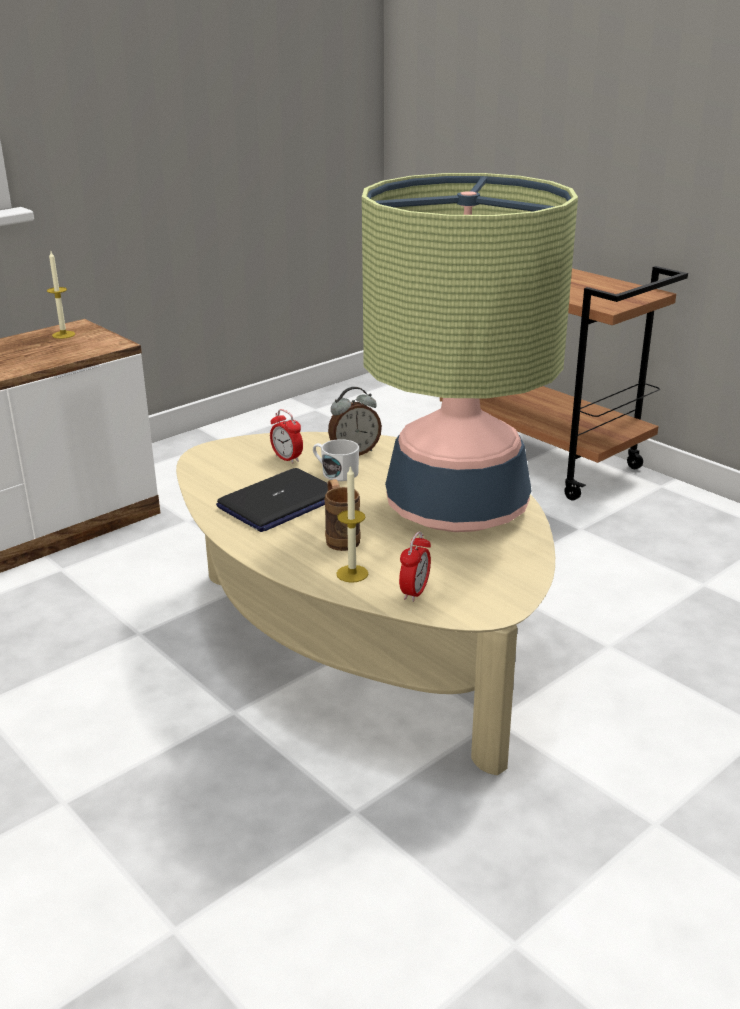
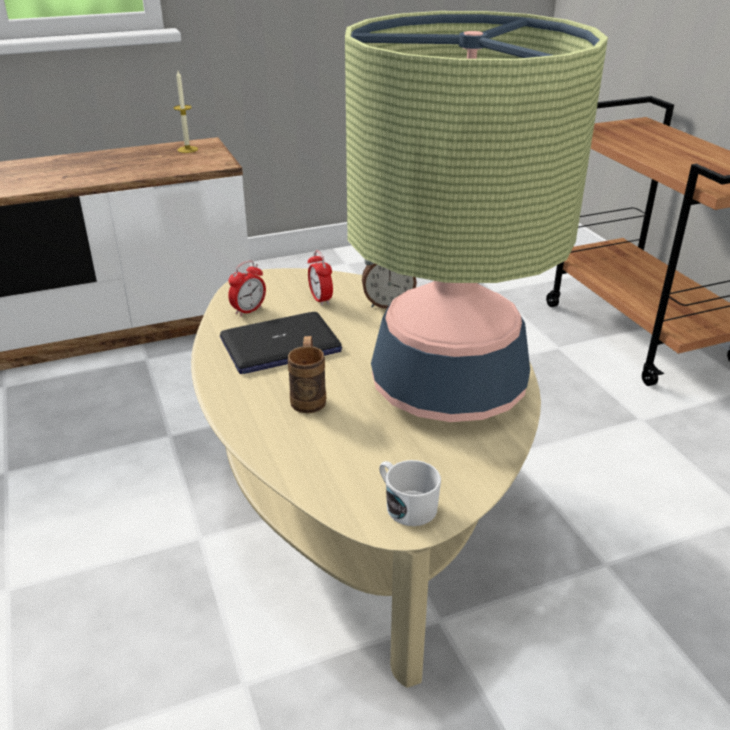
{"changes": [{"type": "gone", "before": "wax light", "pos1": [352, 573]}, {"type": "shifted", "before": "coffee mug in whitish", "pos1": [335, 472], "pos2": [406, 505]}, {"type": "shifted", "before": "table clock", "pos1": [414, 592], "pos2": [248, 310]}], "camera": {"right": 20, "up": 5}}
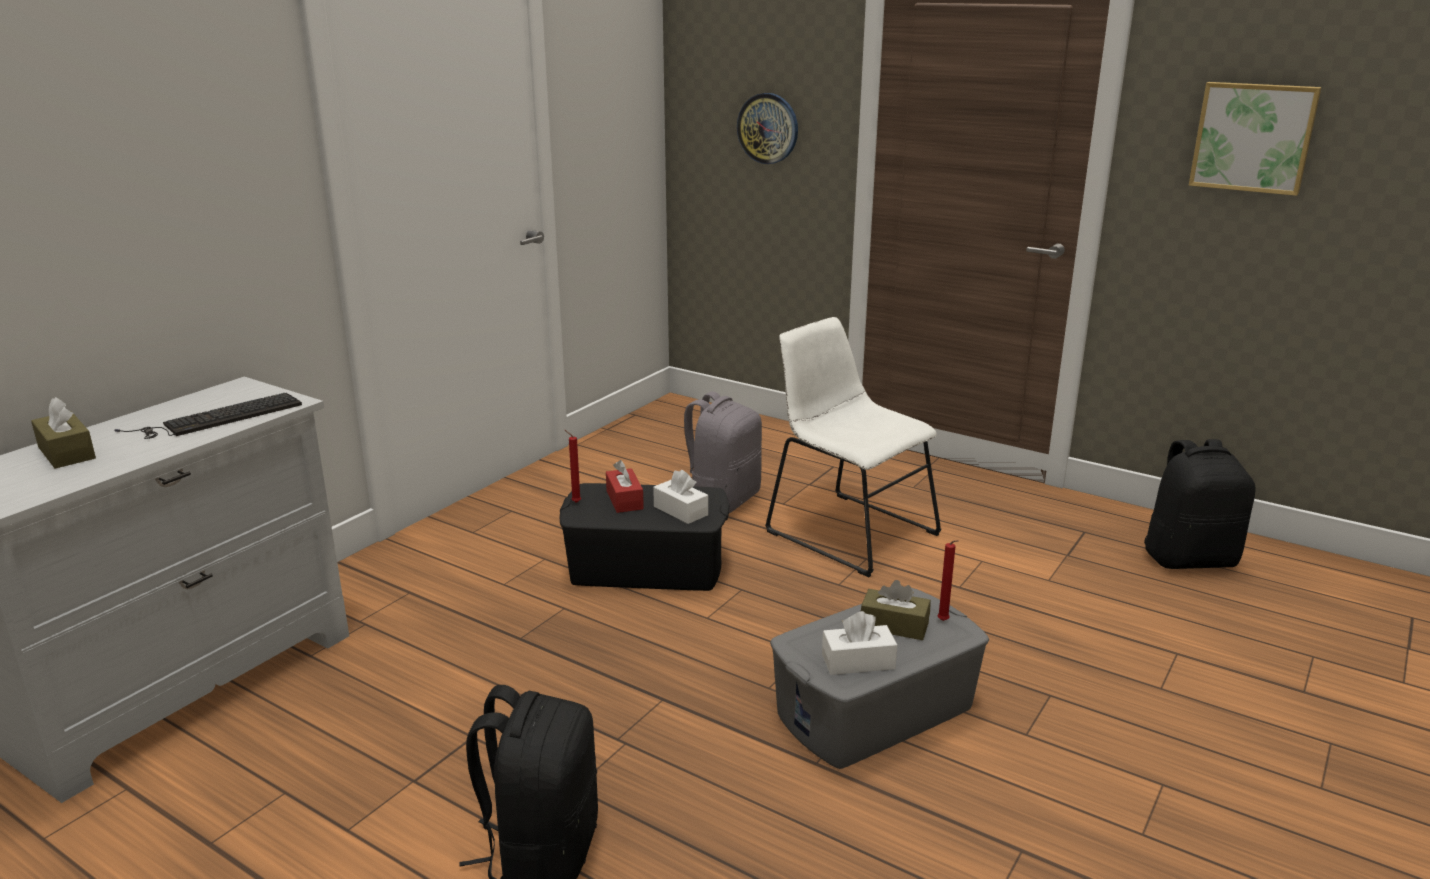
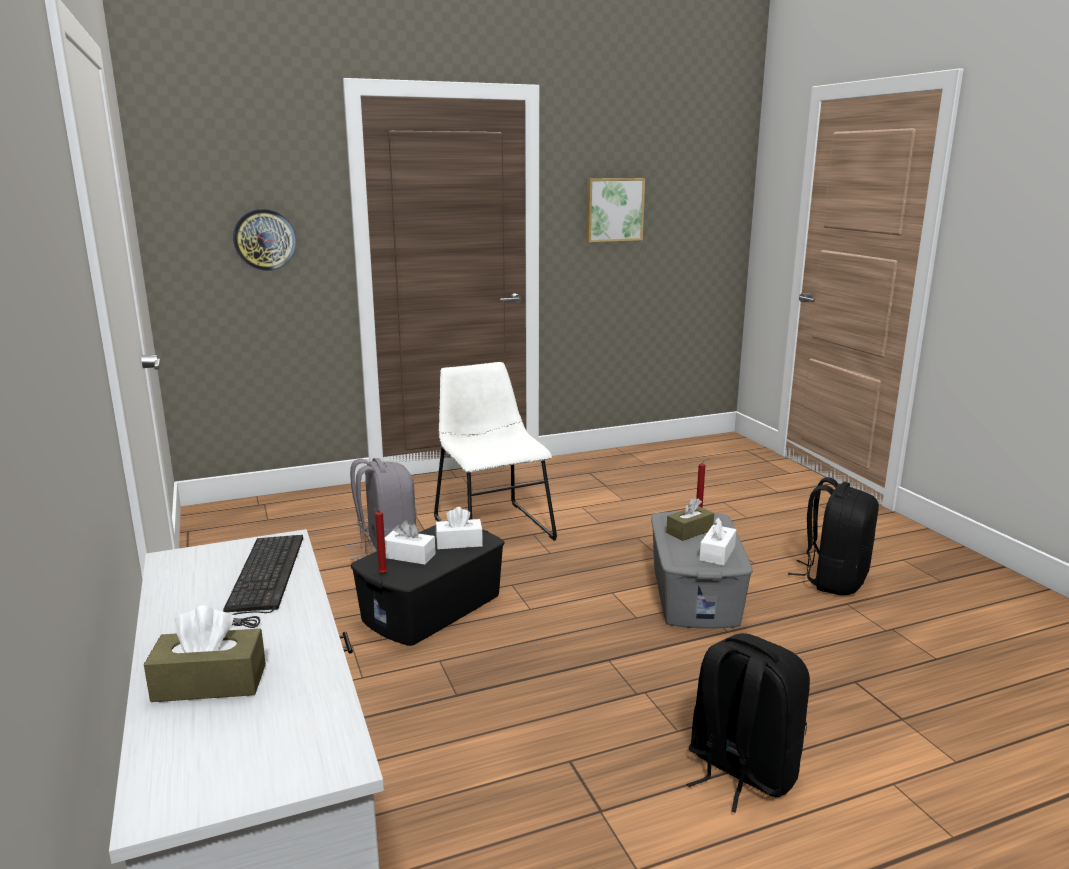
{"changes": [{"type": "shifted", "before": "backpack in blackish", "pos1": [1189, 559], "pos2": [833, 580]}, {"type": "repainted", "before": "tissue holder in red", "after": "tissue holder in whitish", "pos1": [624, 500], "pos2": [409, 556]}, {"type": "rotated", "before": "chair in whitish", "pos1": [846, 530], "pos2": [491, 526], "turn": 75}], "camera": {"right": -55, "up": -5}}
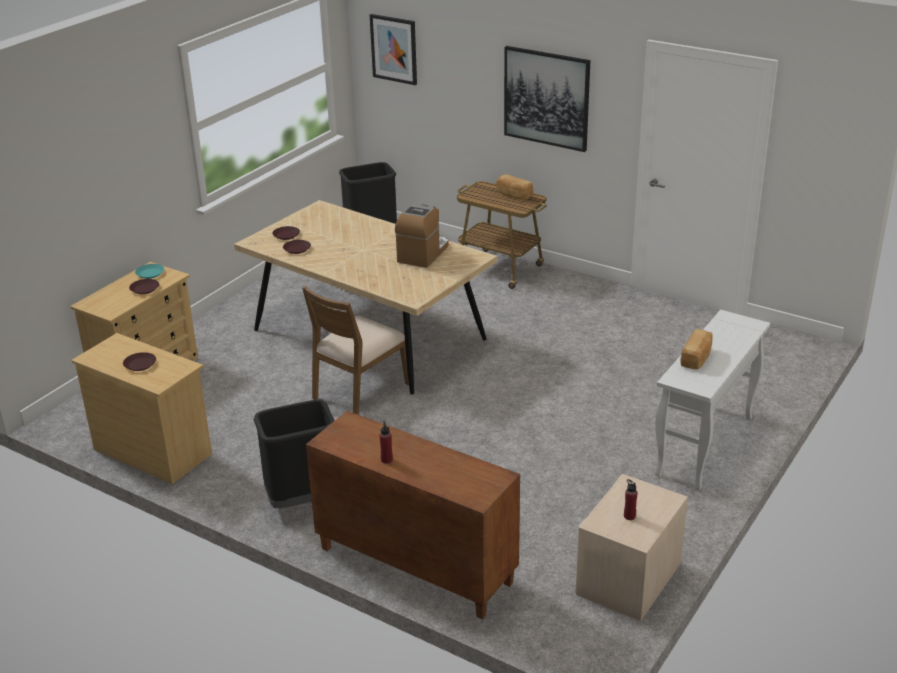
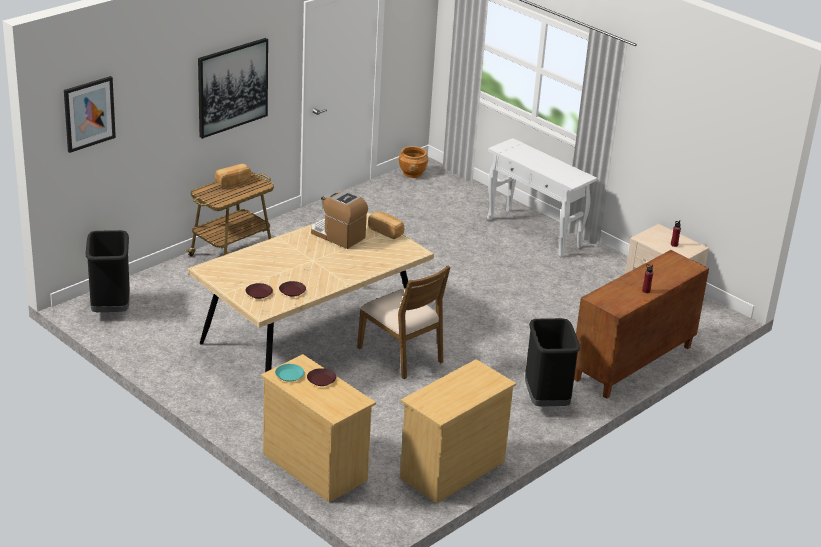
{"changes": [{"type": "gone", "before": "flat dish in brown-coloured", "pos1": [140, 364]}, {"type": "new", "after": "plant pot in brown-coloured", "pos2": [412, 173]}, {"type": "shifted", "before": "bread", "pos1": [697, 358], "pos2": [386, 231]}], "camera": {"right": -80, "up": 0}}
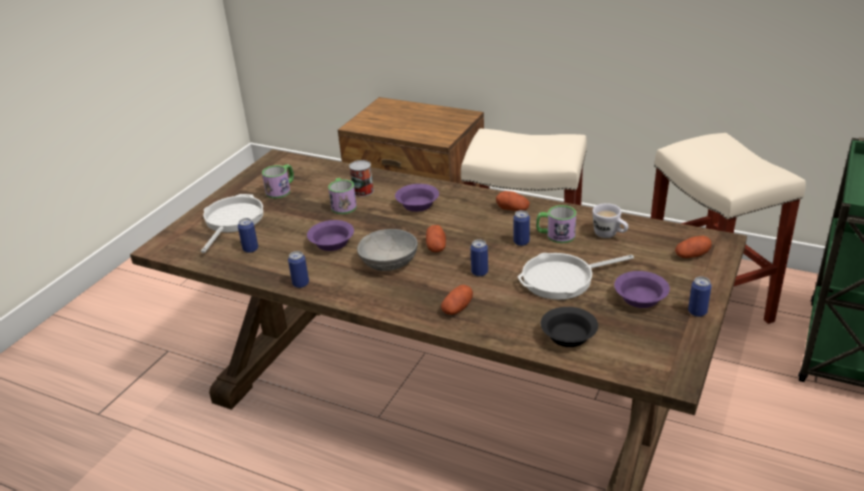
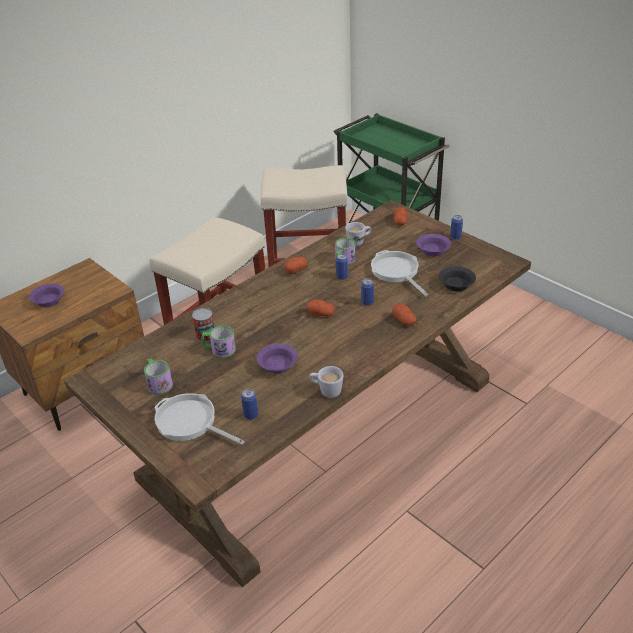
{"changes": [{"type": "gone", "before": "serving bowl in greyish", "pos1": [389, 263]}, {"type": "shifted", "before": "serving bowl in purple-coloured", "pos1": [417, 206], "pos2": [49, 301]}, {"type": "swapped", "before": "can", "after": "coffee mug in whitish", "pos1": [301, 284], "pos2": [326, 391]}, {"type": "rotated", "before": "pan", "pos1": [562, 279], "pos2": [396, 272], "turn": 150}], "camera": {"right": -70, "up": 5}}
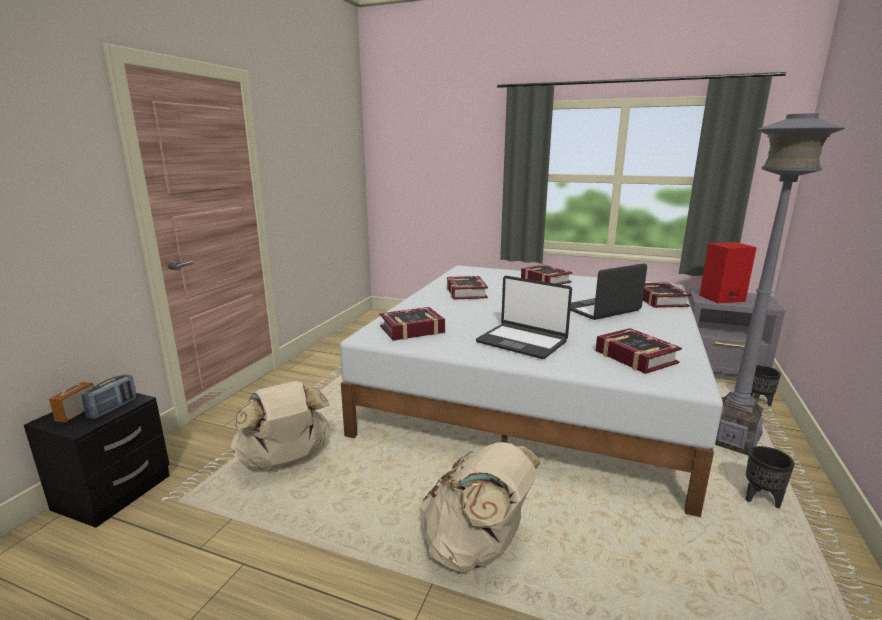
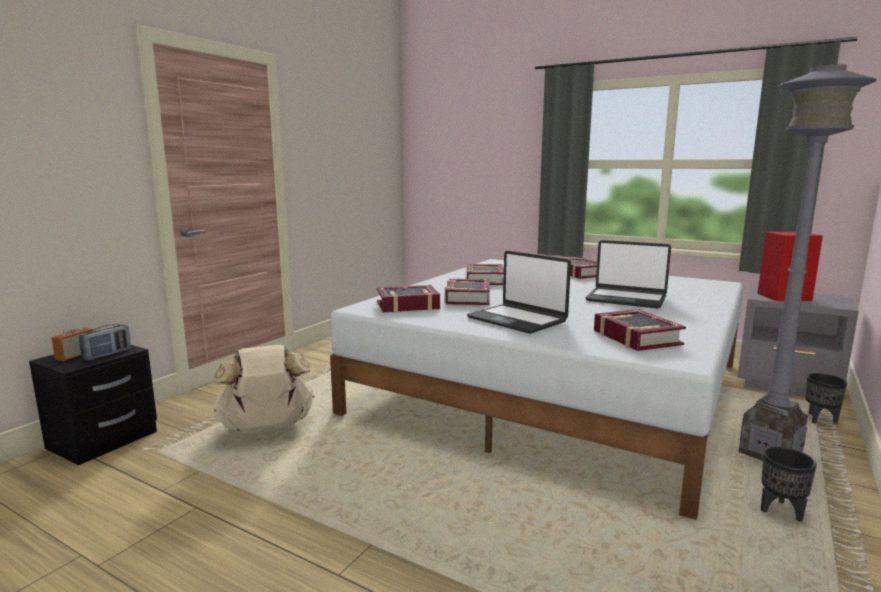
{"changes": [{"type": "gone", "before": "backpack in beige-coloured", "pos1": [476, 548]}, {"type": "shifted", "before": "book", "pos1": [659, 300], "pos2": [467, 298]}, {"type": "rotated", "before": "laptop", "pos1": [601, 310], "pos2": [626, 299], "turn": -135}], "camera": {"right": 10, "up": -5}}
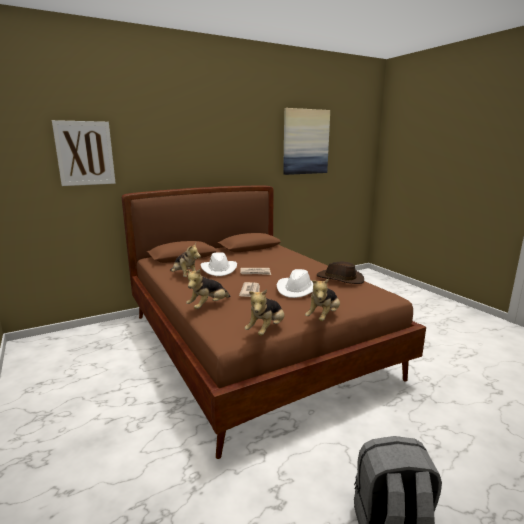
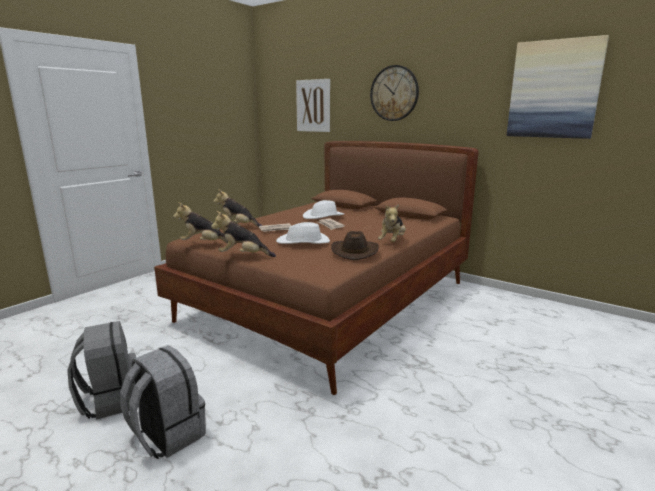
{"changes": [{"type": "new", "after": "backpack in greyish", "pos2": [166, 435]}, {"type": "new", "after": "clock on the wall", "pos2": [394, 93]}, {"type": "shifted", "before": "plush toy", "pos1": [184, 276], "pos2": [392, 241]}], "camera": {"right": 65, "up": 0}}
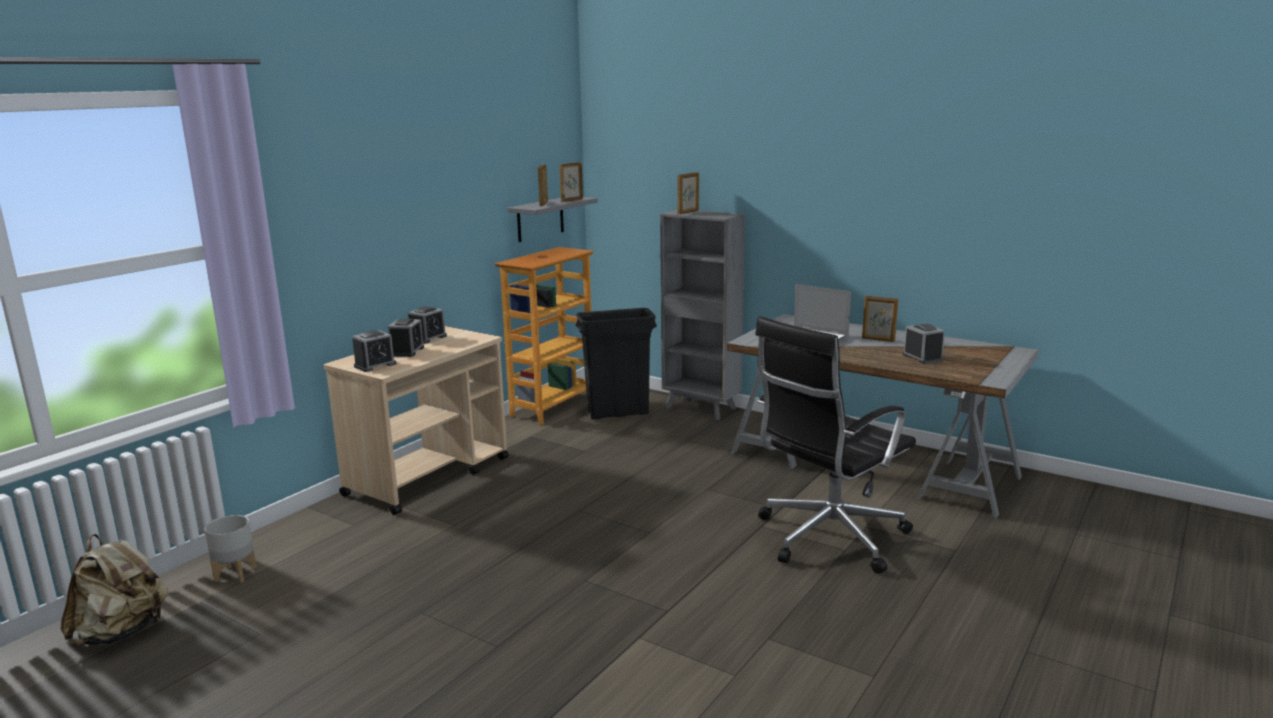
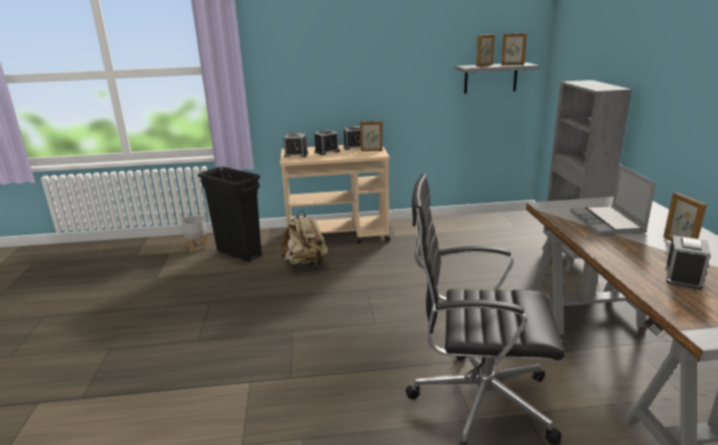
{"changes": [{"type": "gone", "before": "shelving unit", "pos1": [552, 407]}, {"type": "shifted", "before": "backpack in beige-coloured", "pos1": [122, 633], "pos2": [306, 265]}, {"type": "shifted", "before": "trash can in blackish", "pos1": [618, 413], "pos2": [239, 253]}, {"type": "shifted", "before": "photo frame", "pos1": [688, 212], "pos2": [371, 151]}], "camera": {"right": 50, "up": 5}}
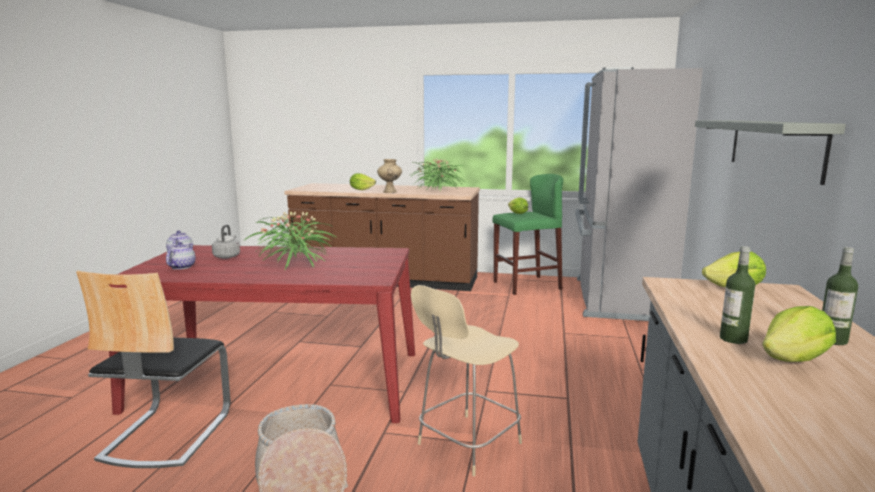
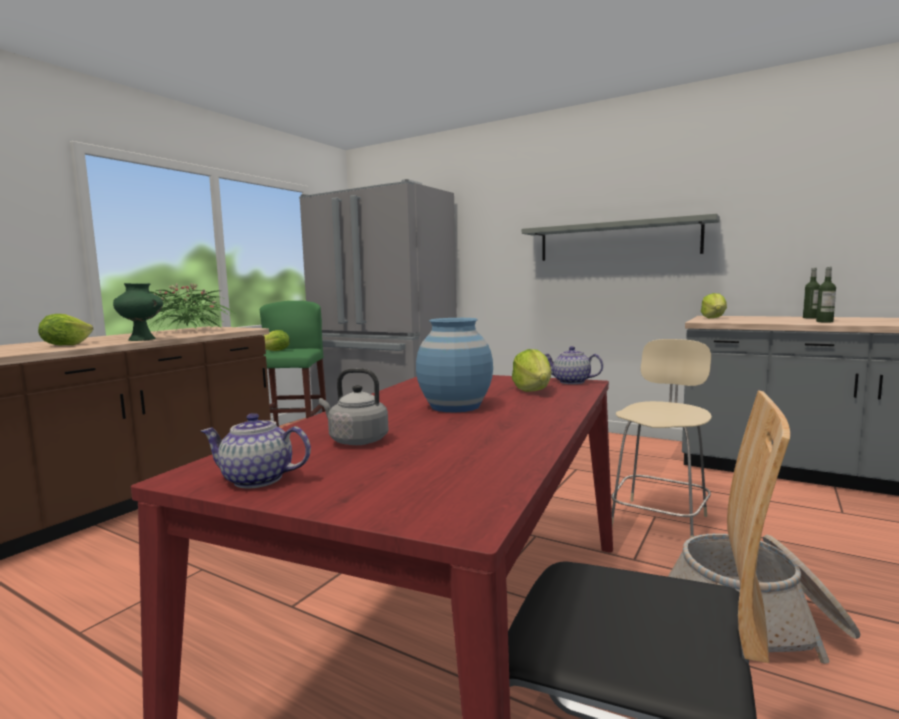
{"changes": [{"type": "shifted", "before": "tea pot", "pos1": [181, 267], "pos2": [571, 382]}, {"type": "shifted", "before": "lettuce", "pos1": [794, 360], "pos2": [533, 390]}, {"type": "swapped", "before": "houseplant", "after": "decorative vase in blue", "pos1": [294, 262], "pos2": [455, 406]}, {"type": "repainted", "before": "decorative vase in beige-coloured", "after": "decorative vase in green-coloured", "pos1": [390, 192], "pos2": [143, 339]}, {"type": "rotated", "before": "chair in beige-coloured", "pos1": [466, 445], "pos2": [660, 520], "turn": -120}], "camera": {"right": -70, "up": -5}}
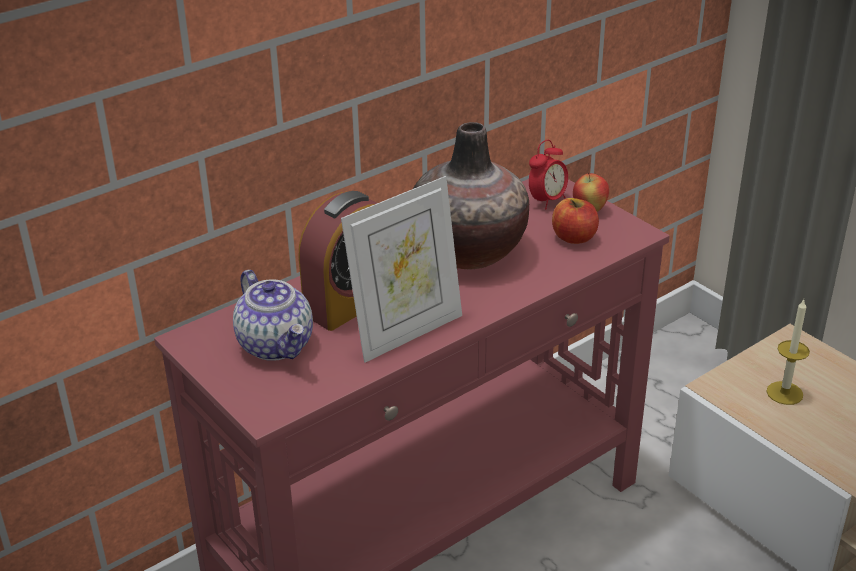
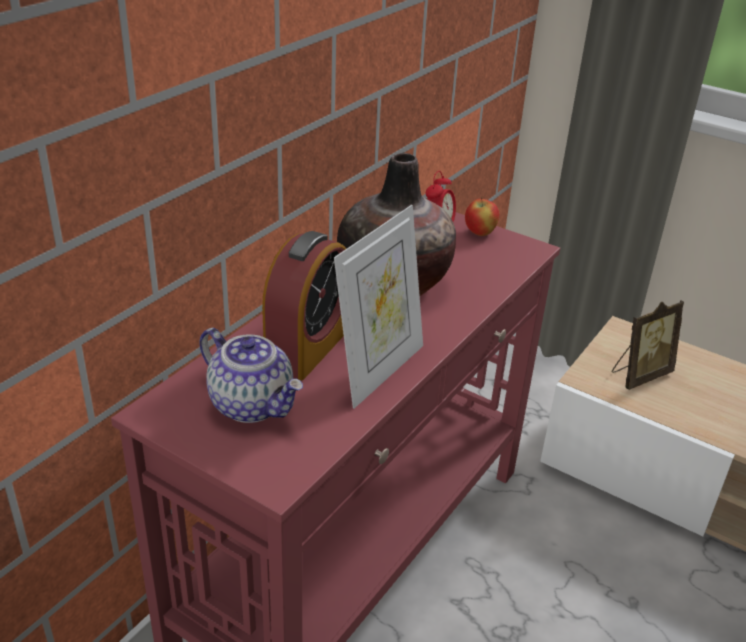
{"changes": [{"type": "gone", "before": "apple fruit", "pos1": [574, 237]}, {"type": "swapped", "before": "wax light", "after": "photo frame", "pos1": [784, 393], "pos2": [639, 375]}], "camera": {"right": -20, "up": 0}}
